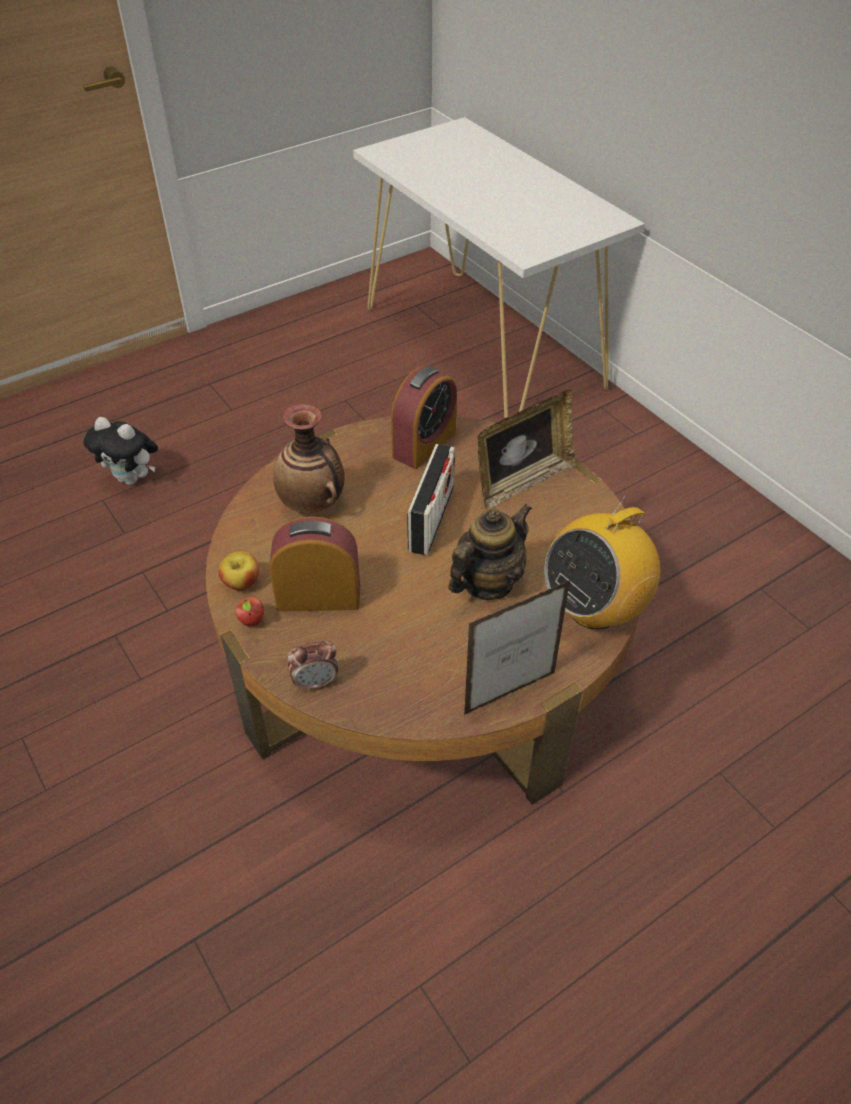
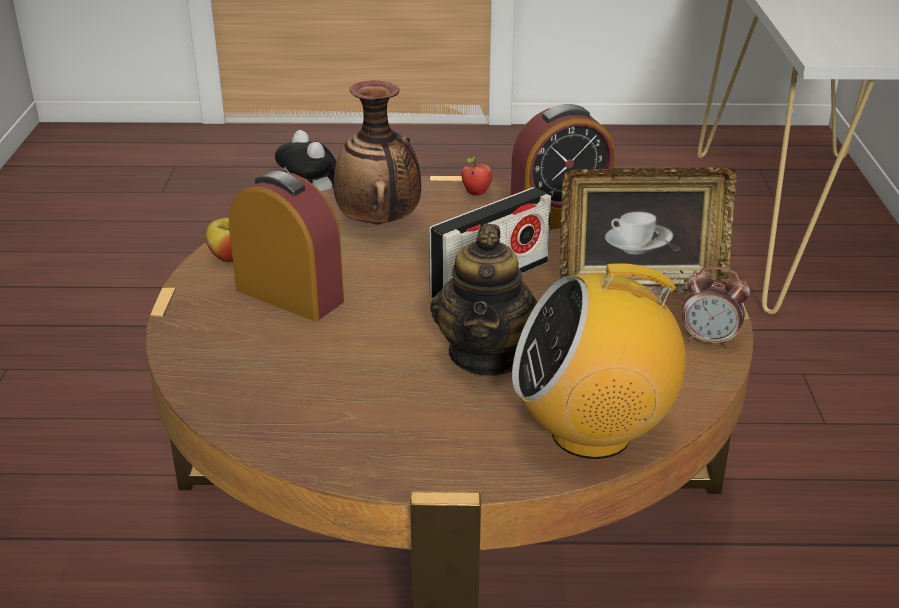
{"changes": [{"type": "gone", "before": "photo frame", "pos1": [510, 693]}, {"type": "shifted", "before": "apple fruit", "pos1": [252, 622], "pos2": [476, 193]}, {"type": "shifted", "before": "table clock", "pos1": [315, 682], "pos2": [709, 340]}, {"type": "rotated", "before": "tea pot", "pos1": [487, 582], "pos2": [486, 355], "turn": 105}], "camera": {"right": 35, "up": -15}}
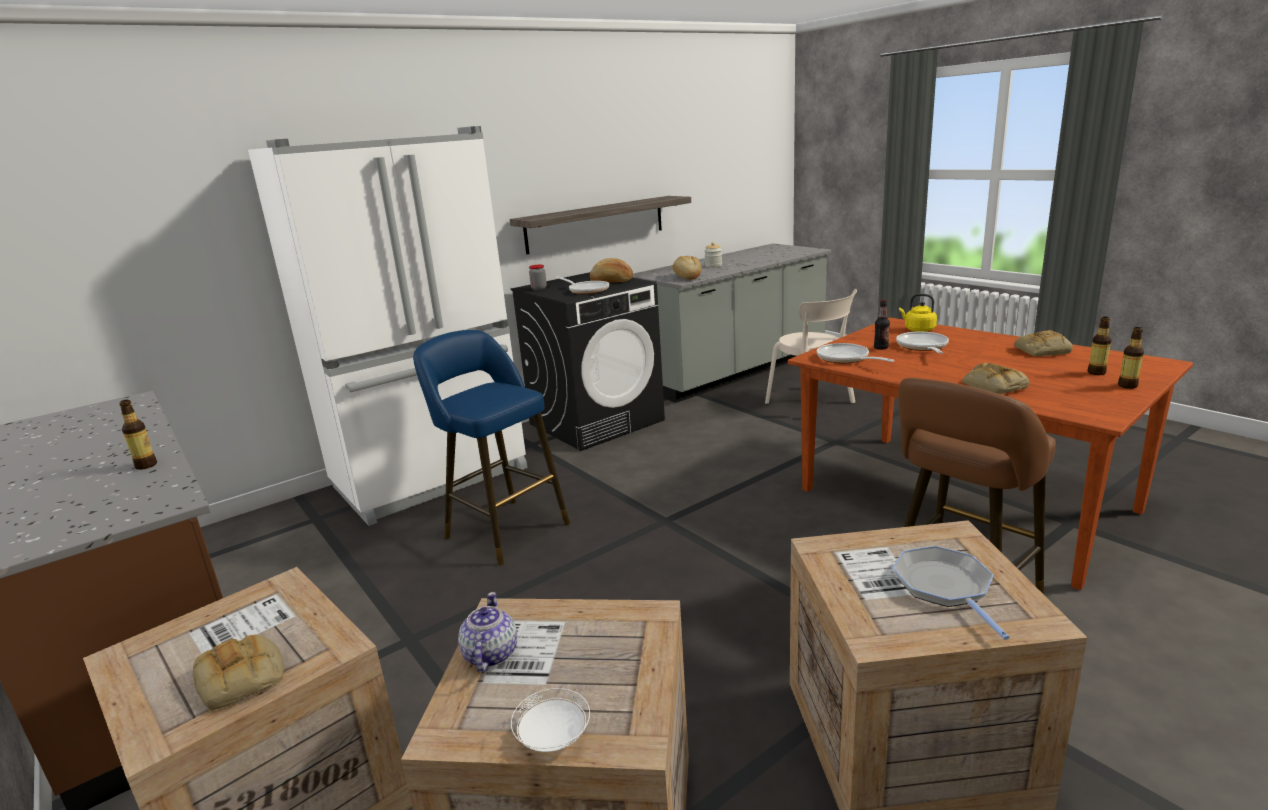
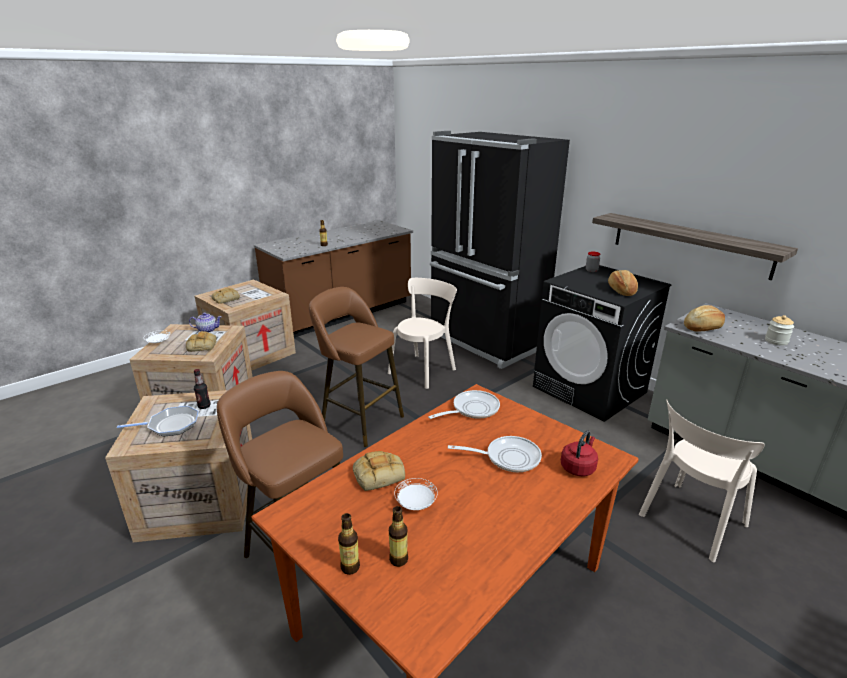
{"changes": [{"type": "gone", "before": "pan", "pos1": [586, 290]}, {"type": "new", "after": "sitting stool in brown-coloured", "pos2": [358, 420]}, {"type": "new", "after": "flat dish in whitish", "pos2": [416, 503]}, {"type": "shifted", "before": "drink bottle", "pos1": [881, 348], "pos2": [204, 406]}, {"type": "shifted", "before": "bread", "pos1": [1042, 350], "pos2": [201, 345]}, {"type": "swapped", "before": "sitting stool in blue", "after": "chair in beige-coloured", "pos1": [502, 528], "pos2": [423, 370]}, {"type": "repainted", "before": "refrigerator in whitish", "after": "refrigerator in blackish", "pos1": [433, 478], "pos2": [484, 342]}, {"type": "repainted", "before": "water kettle in yellow-coloured", "after": "water kettle in red", "pos1": [918, 330], "pos2": [578, 467]}], "camera": {"right": 85, "up": 5}}
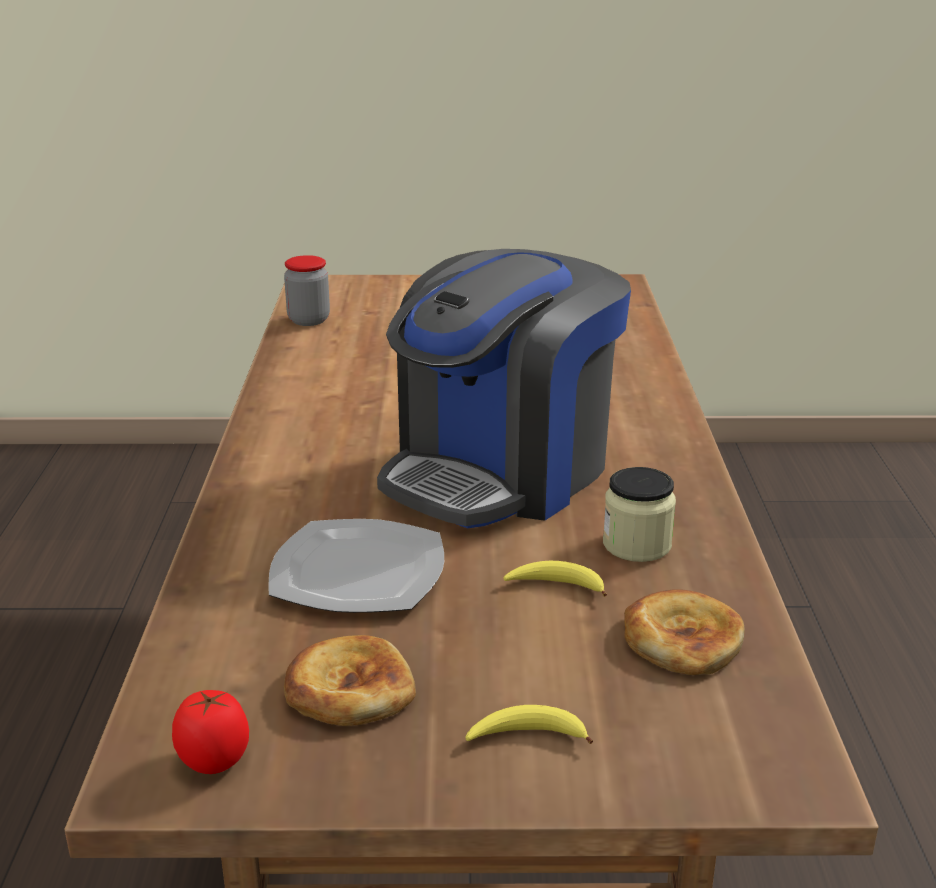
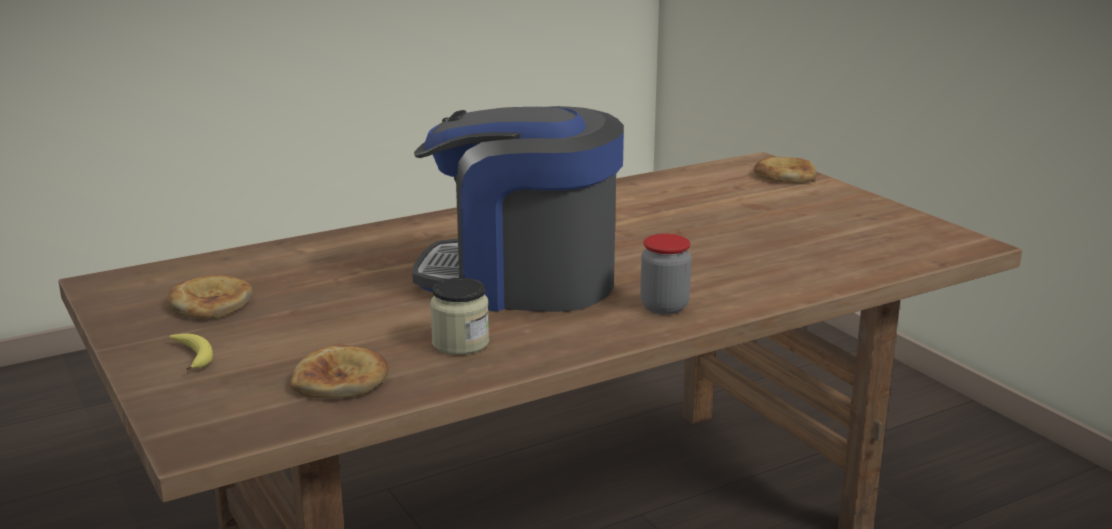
{"changes": [{"type": "gone", "before": "fresh tomato", "pos1": [214, 760]}, {"type": "gone", "before": "flat dish", "pos1": [359, 573]}, {"type": "gone", "before": "banana", "pos1": [556, 586]}, {"type": "new", "after": "bread", "pos2": [785, 175]}, {"type": "shifted", "before": "preserve jar", "pos1": [309, 320], "pos2": [664, 307]}], "camera": {"right": 60, "up": -5}}
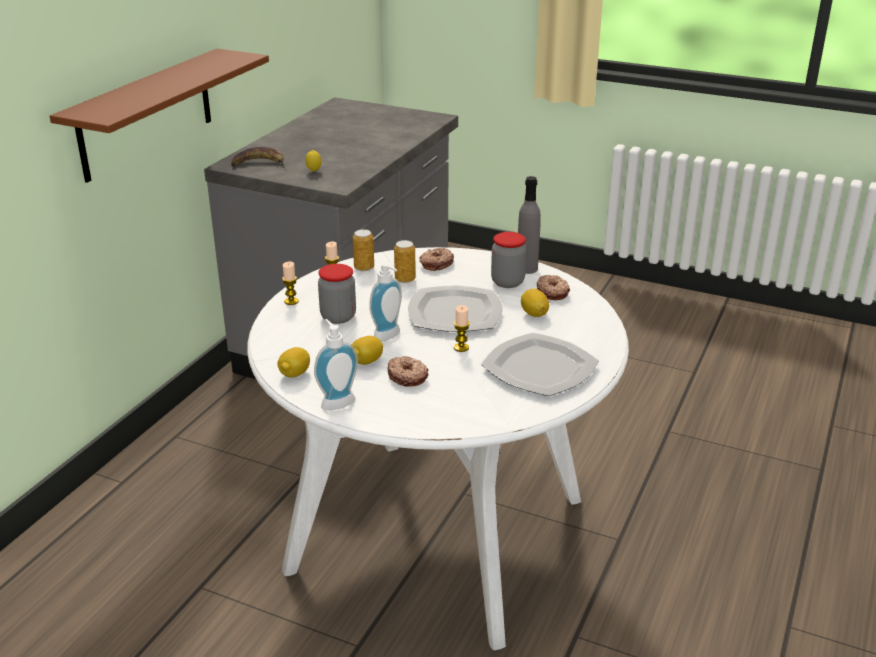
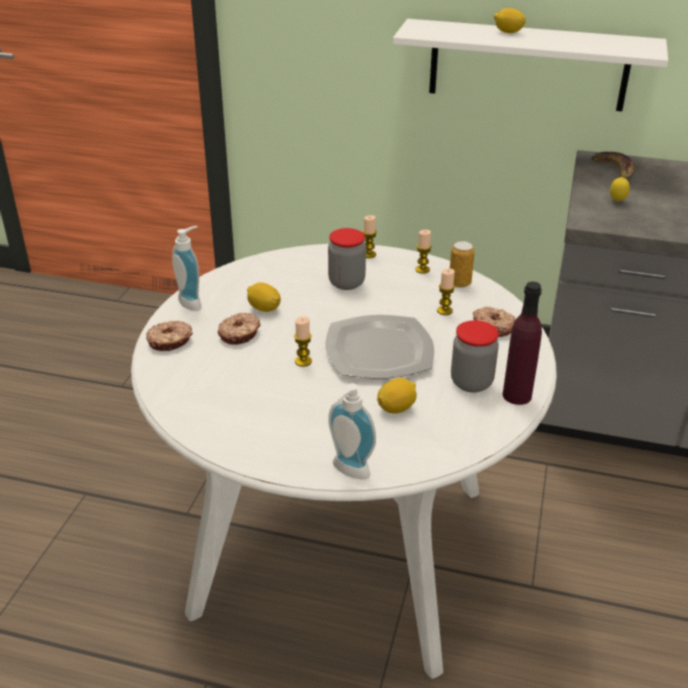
{"changes": [{"type": "gone", "before": "flat dish", "pos1": [540, 369]}, {"type": "shifted", "before": "lemon", "pos1": [295, 374], "pos2": [508, 32]}, {"type": "shifted", "before": "soap bottle", "pos1": [389, 336], "pos2": [348, 472]}, {"type": "shifted", "before": "ring doughnut", "pos1": [552, 292], "pos2": [170, 342]}, {"type": "swapped", "before": "can", "after": "wax light", "pos1": [405, 279], "pos2": [444, 311]}, {"type": "repainted", "before": "bracket shelf in brown-coloured", "after": "bracket shelf in whitish", "pos1": [146, 114], "pos2": [528, 65]}, {"type": "repainted", "before": "drink bottle in greyish", "after": "drink bottle in purple-coloured", "pos1": [527, 268], "pos2": [517, 395]}], "camera": {"right": 80, "up": 5}}
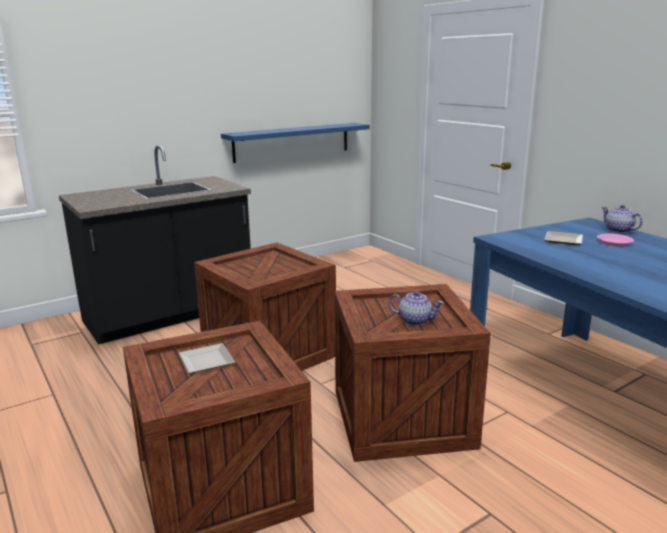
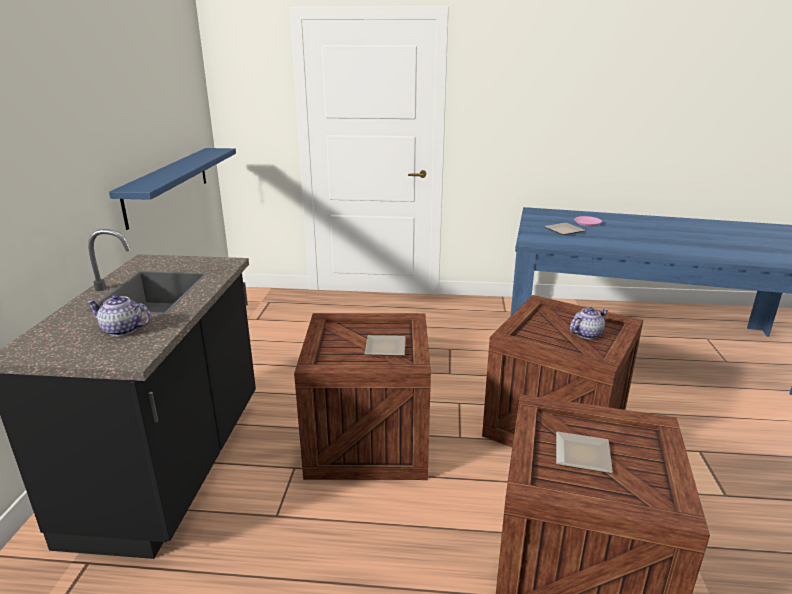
{"changes": [{"type": "new", "after": "flat dish", "pos2": [387, 349]}, {"type": "shifted", "before": "tea pot", "pos1": [618, 230], "pos2": [123, 330]}], "camera": {"right": -50, "up": 5}}
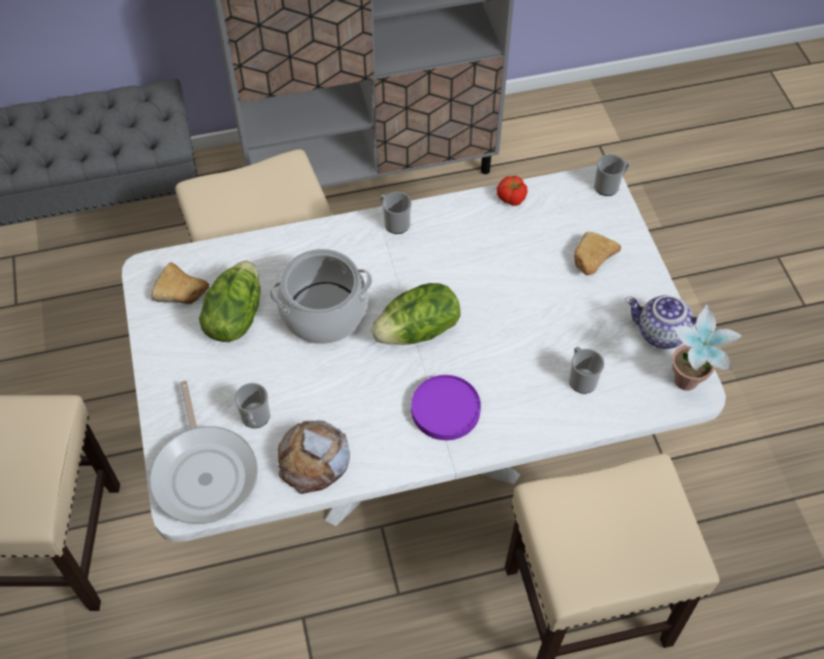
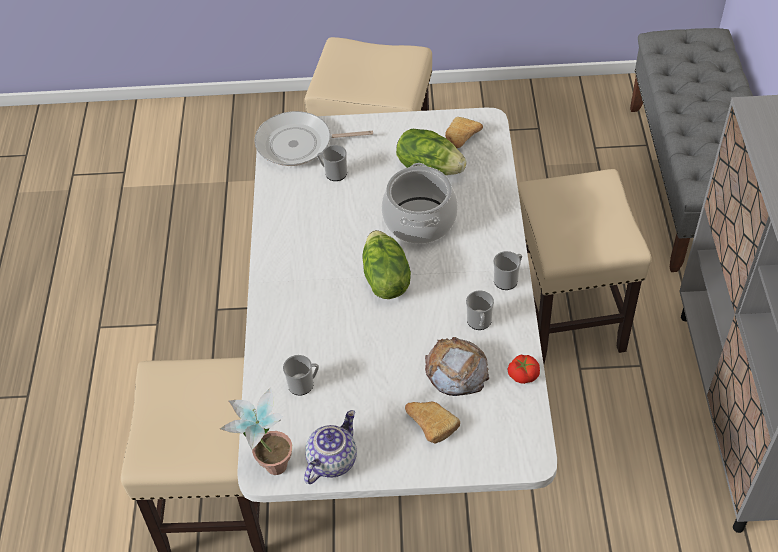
{"changes": [{"type": "gone", "before": "flat dish in purple-coloured", "pos1": [446, 410]}, {"type": "shifted", "before": "bread", "pos1": [313, 459], "pos2": [456, 370]}, {"type": "shifted", "before": "coffee mug", "pos1": [609, 186], "pos2": [479, 323]}], "camera": {"right": 105, "up": -5}}
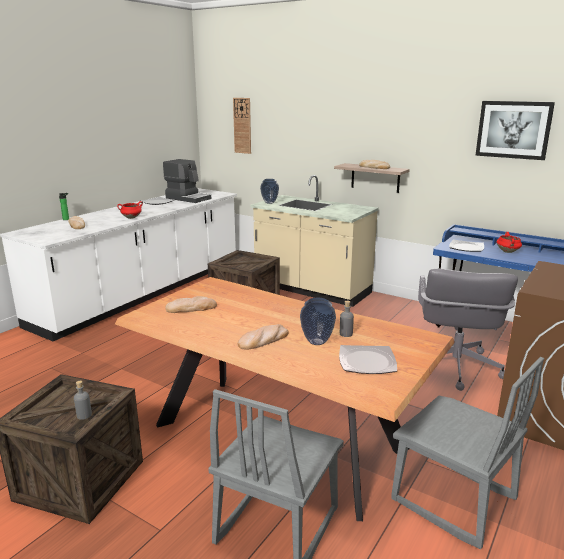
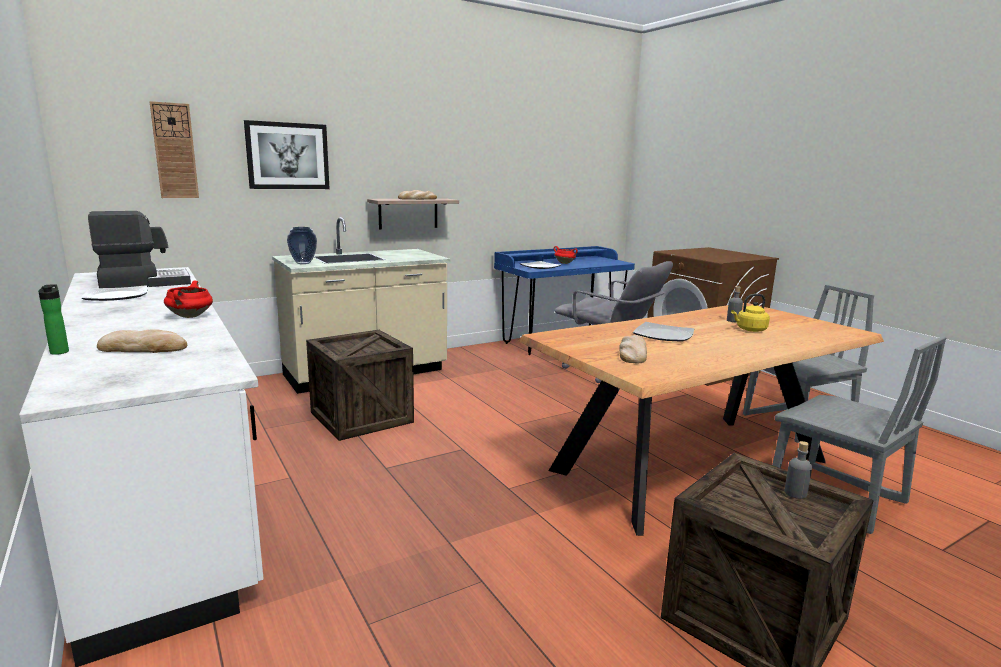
{"changes": [{"type": "gone", "before": "bread", "pos1": [263, 340]}, {"type": "shifted", "before": "flat dish", "pos1": [366, 362], "pos2": [663, 335]}, {"type": "shifted", "before": "wall picture", "pos1": [513, 129], "pos2": [288, 156]}, {"type": "swapped", "before": "decorative vase", "after": "water kettle in yellow-coloured", "pos1": [316, 342], "pos2": [749, 330]}], "camera": {"right": -65, "up": -5}}
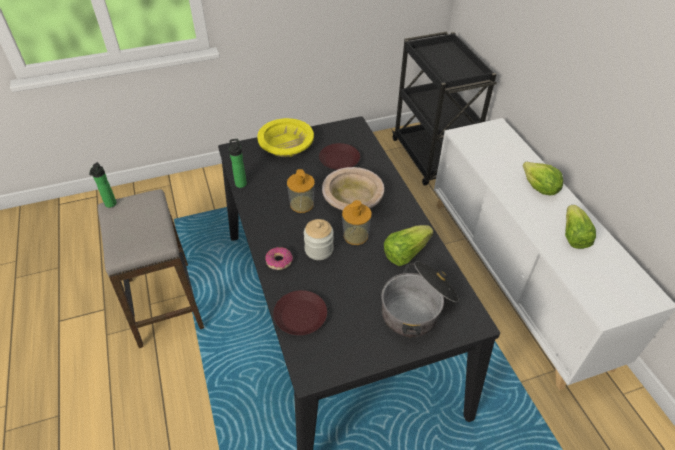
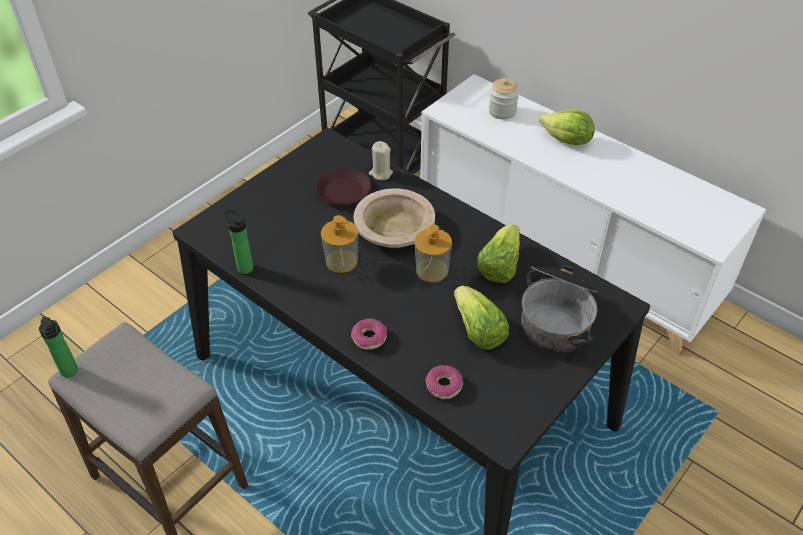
{"changes": [{"type": "gone", "before": "serving bowl in yellow-coloured", "pos1": [286, 145]}, {"type": "new", "after": "wax light in beige-coloured", "pos2": [380, 173]}, {"type": "shifted", "before": "preserve jar", "pos1": [319, 250], "pos2": [502, 111]}, {"type": "shifted", "before": "lettuce", "pos1": [573, 236], "pos2": [478, 330]}, {"type": "swapped", "before": "flat dish in brown-coloured", "after": "ring doughnut", "pos1": [301, 316], "pos2": [443, 385]}], "camera": {"right": -30, "up": 0}}
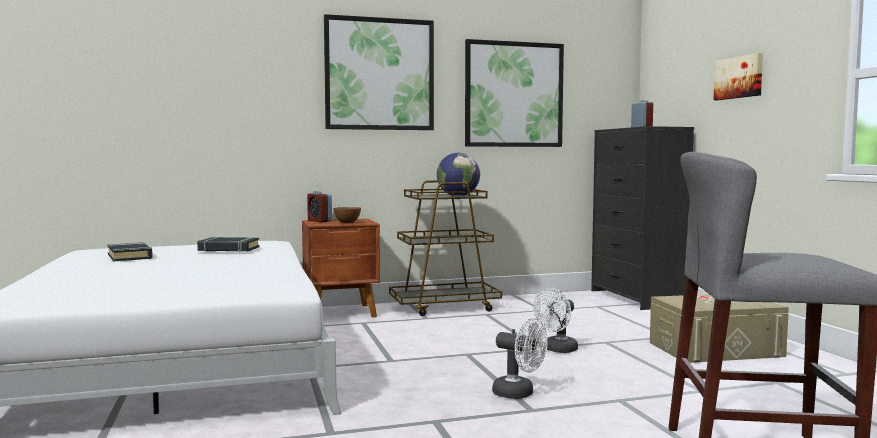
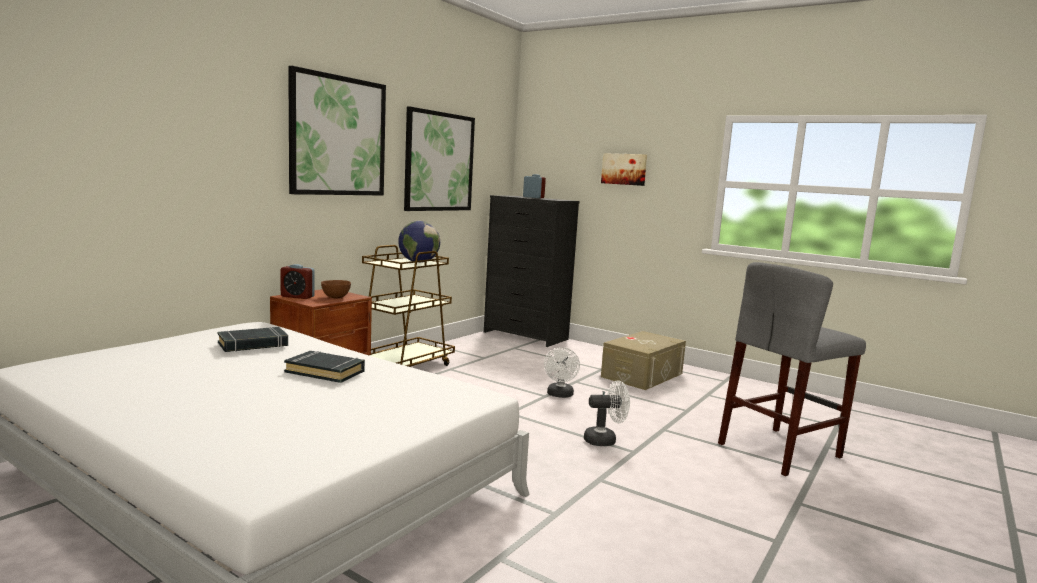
{"changes": [{"type": "shifted", "before": "book in blackish", "pos1": [130, 256], "pos2": [325, 371]}], "camera": {"right": -40, "up": 5}}
